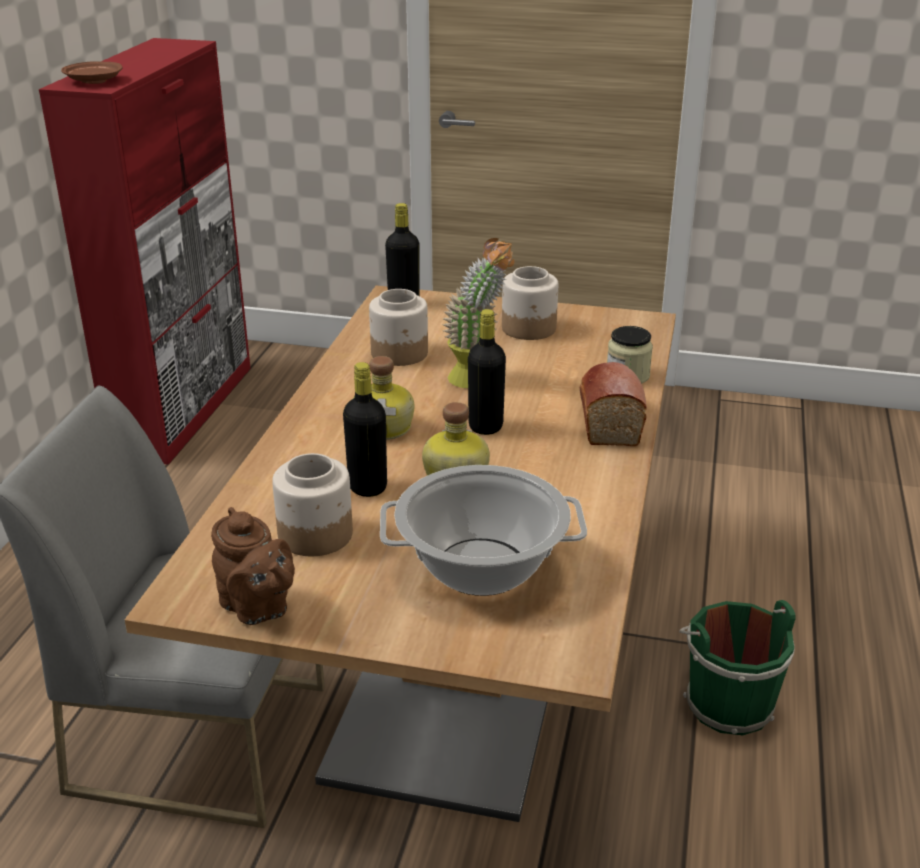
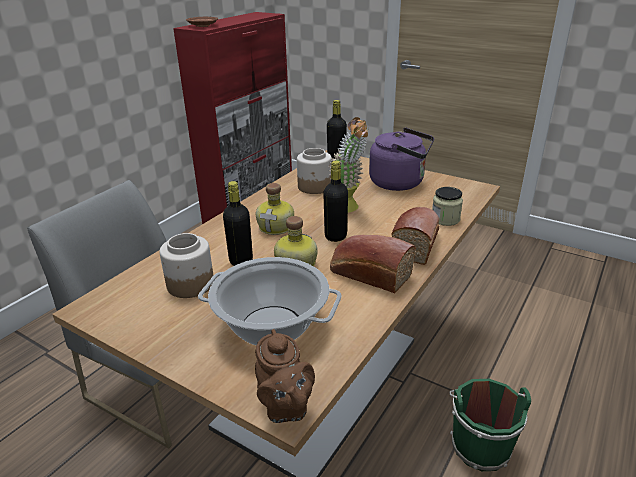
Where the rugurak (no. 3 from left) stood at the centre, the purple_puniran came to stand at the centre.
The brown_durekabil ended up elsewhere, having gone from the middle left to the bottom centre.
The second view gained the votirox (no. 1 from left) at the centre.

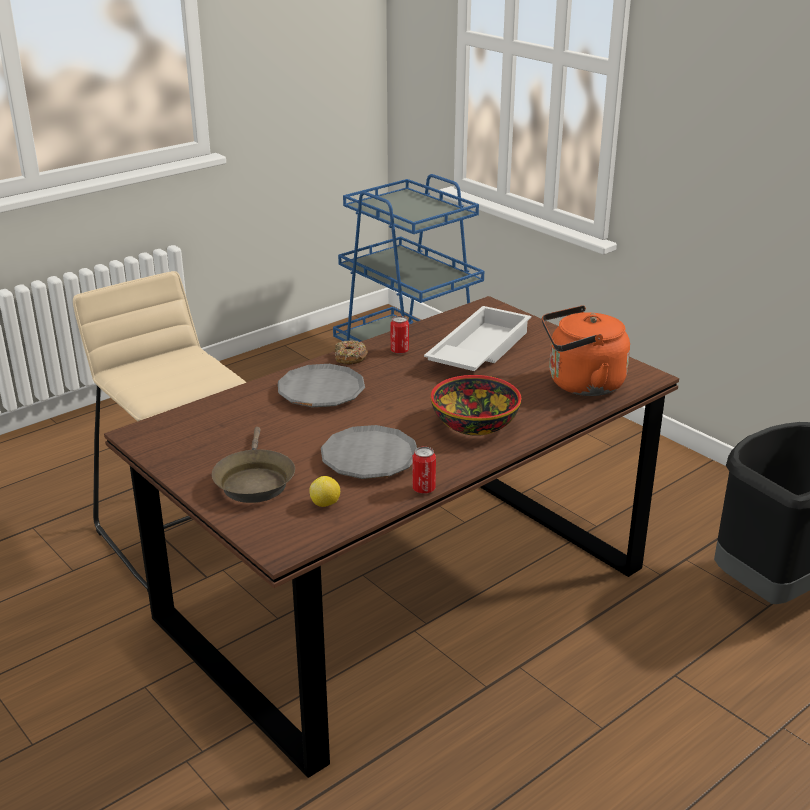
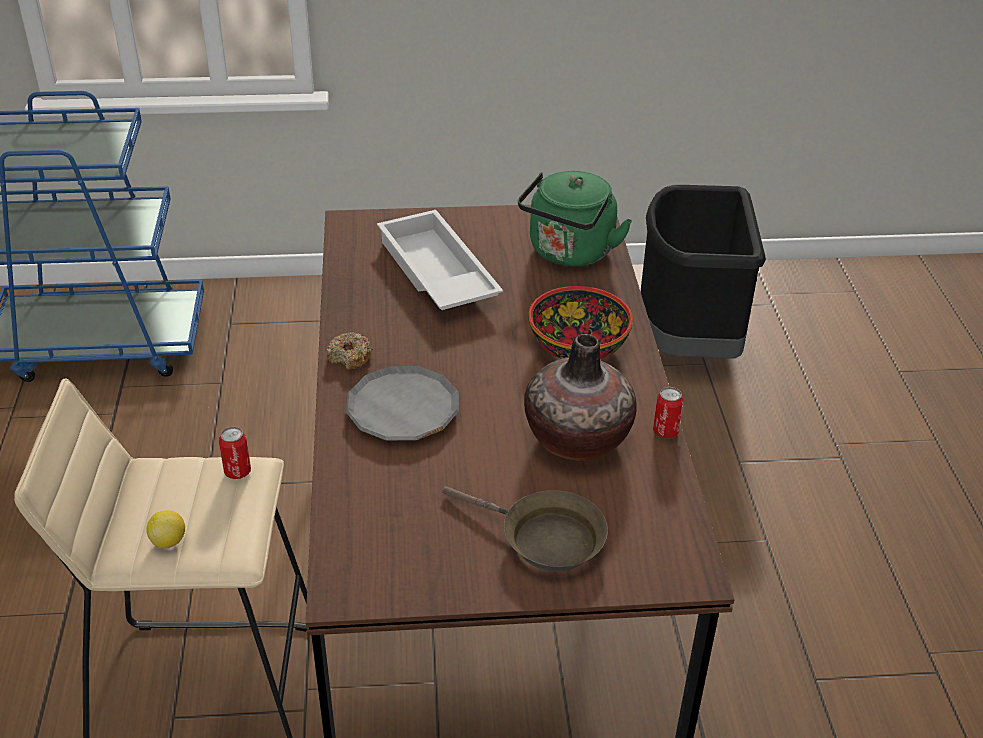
What was the orange_puniran at the middle right turned into the green_puniran at the top centre.
The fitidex (no. 1 from left) ended up elsewhere, having gone from the centre to the middle left.
Where the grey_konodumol (no. 2 from left) stood at the centre, the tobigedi came to stand at the centre.
The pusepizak ended up elsewhere, having gone from the centre to the bottom left.

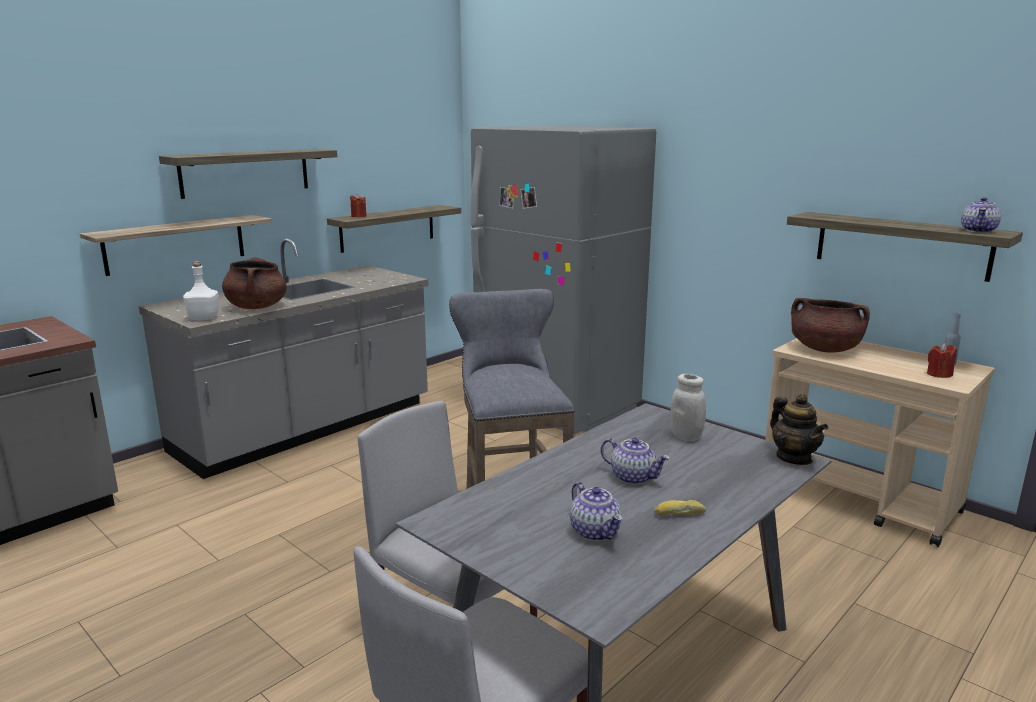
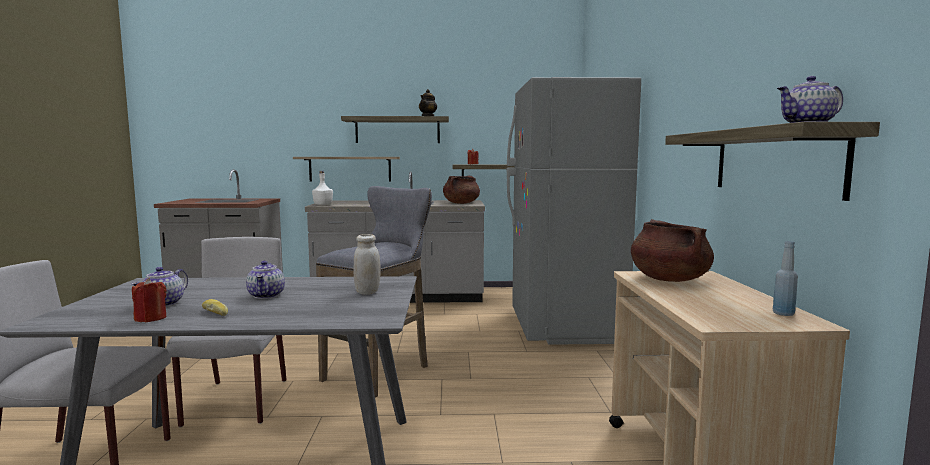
The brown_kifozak (no. 1 from left) ended up elsewhere, having gone from the middle left to the centre.
The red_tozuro (no. 2 from left in the first image) ended up elsewhere, having gone from the middle right to the middle left.
The durekabil (no. 3 from left) ended up elsewhere, having gone from the middle right to the top centre.

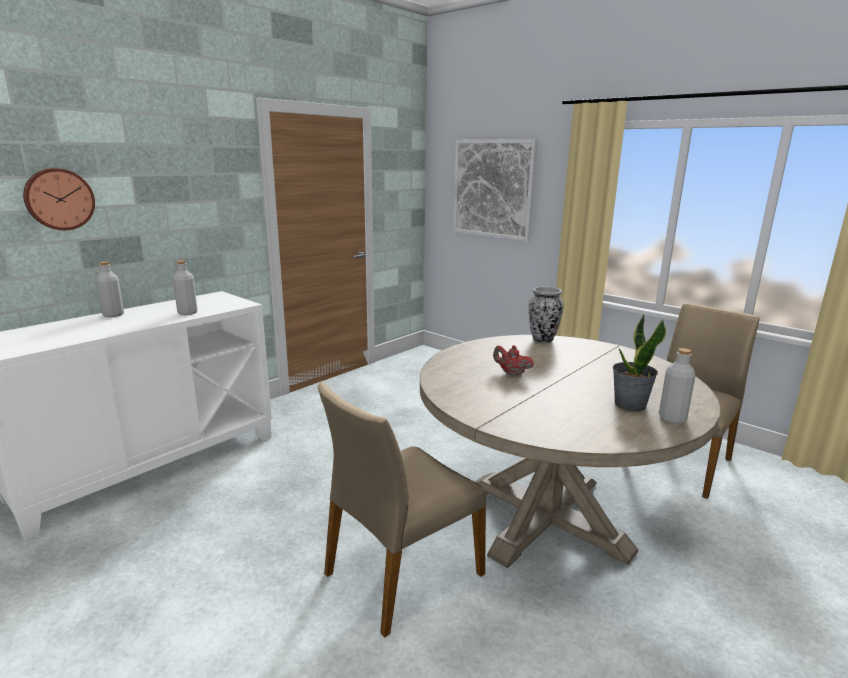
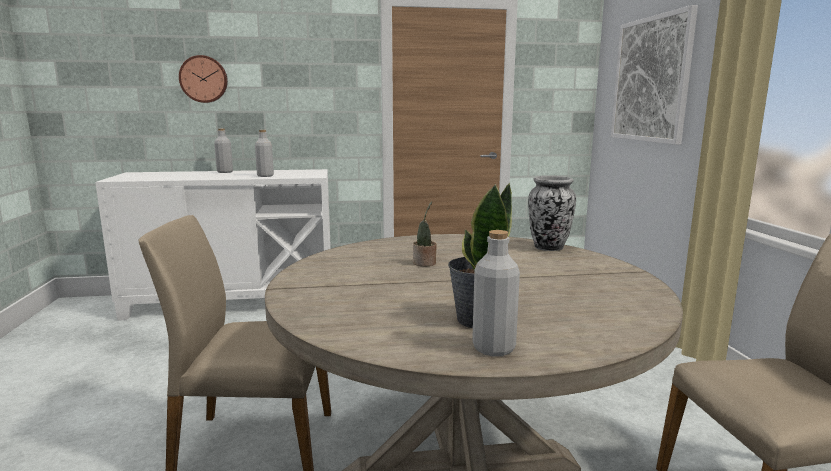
Where the red_durekabil stood at the centre, the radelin (no. 1 from left) came to stand at the centre.

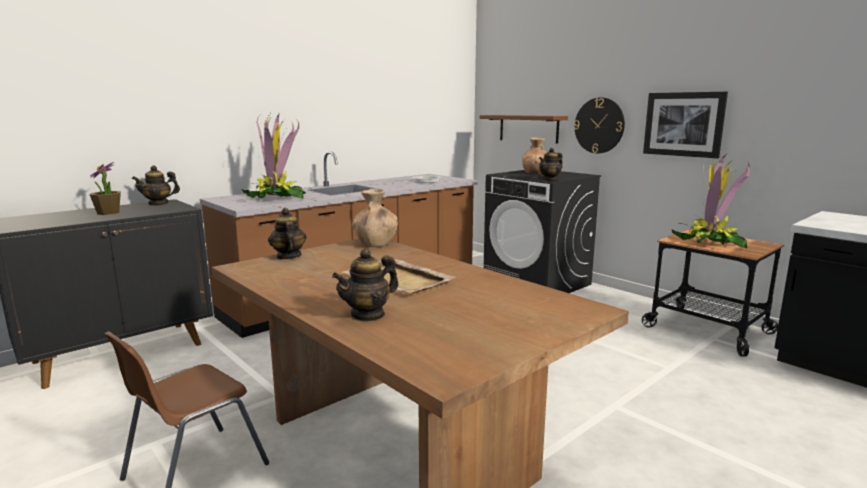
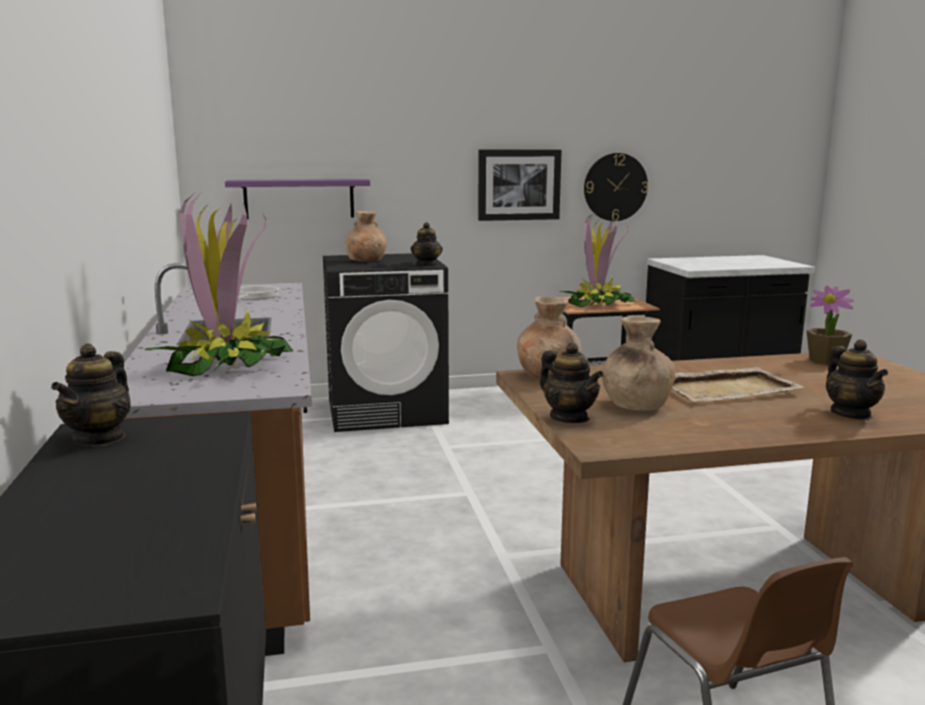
The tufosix ended up elsewhere, having gone from the top right to the top centre.
What was the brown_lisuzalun at the top centre turned into the purple_lisuzalun at the top left.
The radelin (no. 1 from left in the first image) ended up elsewhere, having gone from the middle left to the middle right.
The durekabil (no. 2 from left in the first image) at the middle left ended up facing another way, 135 degrees counterclockwise from before.
The second view gained the brown_tobigedi (no. 3 from left) at the middle right.

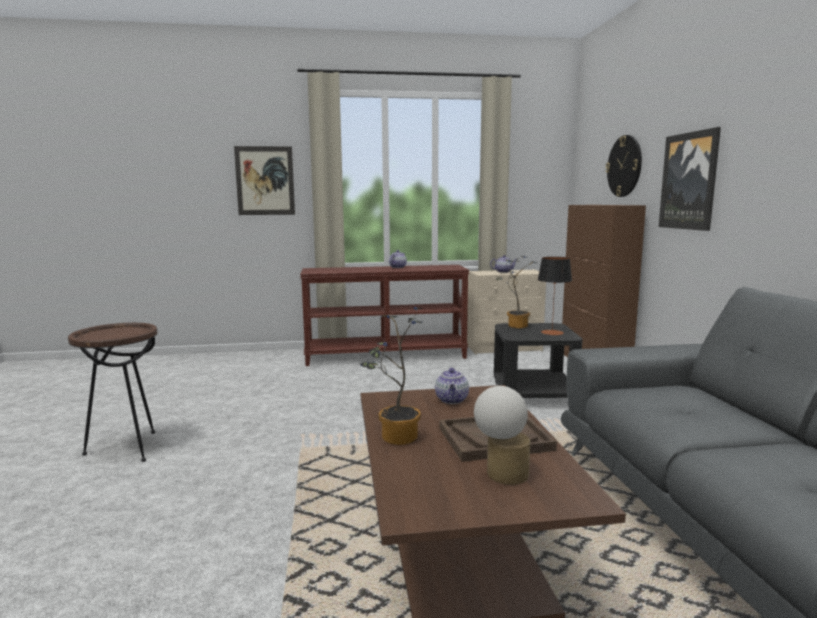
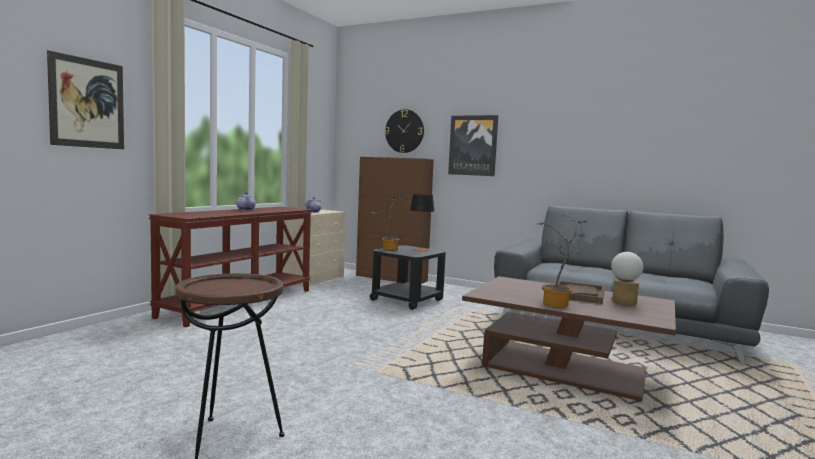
The second view lost the durekabil (no. 2 from left) at the centre.

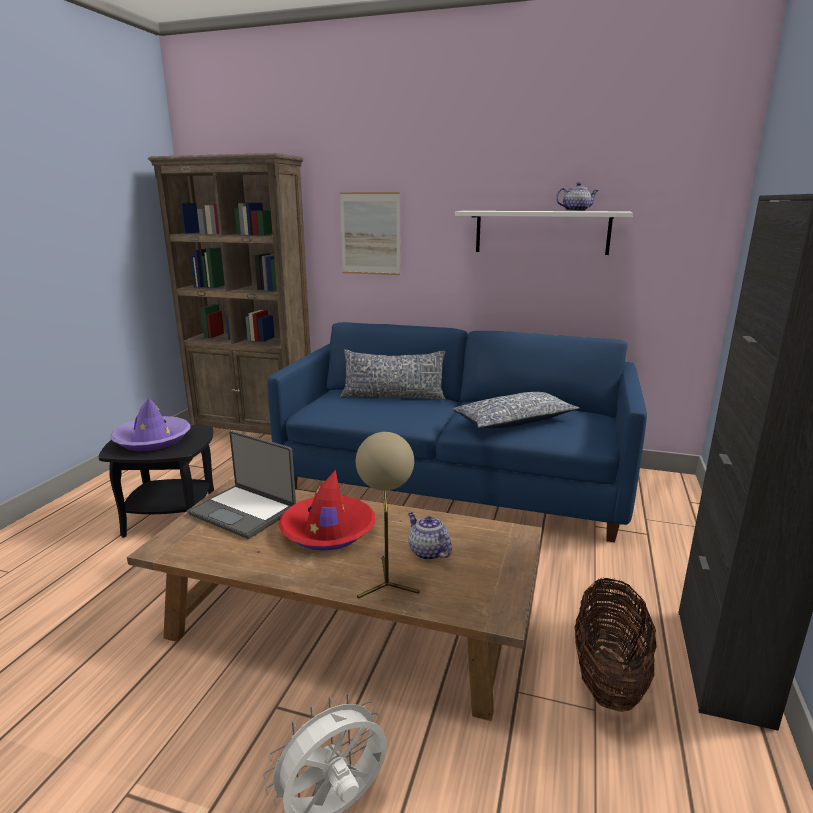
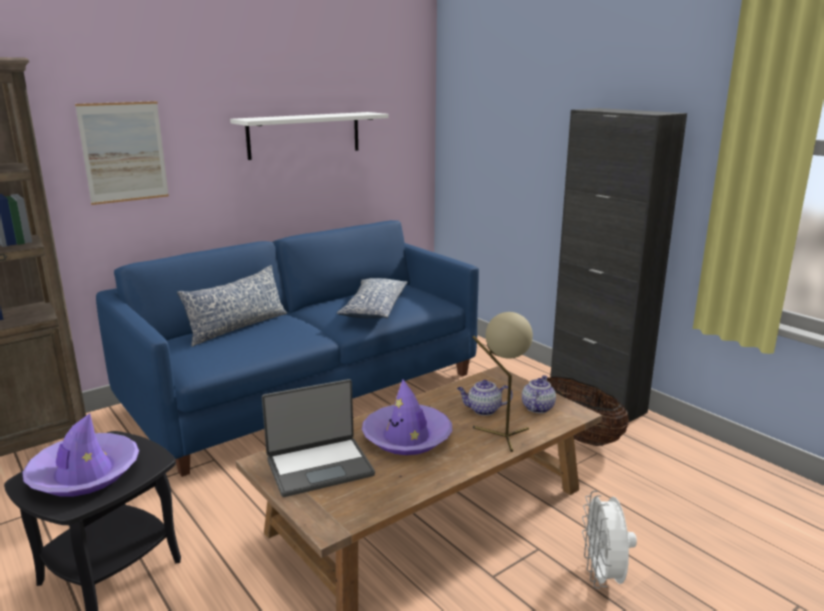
The durekabil (no. 2 from left) ended up elsewhere, having gone from the top right to the centre.
What was the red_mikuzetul at the centre turned into the purple_mikuzetul (no. 2 from left) at the bottom centre.

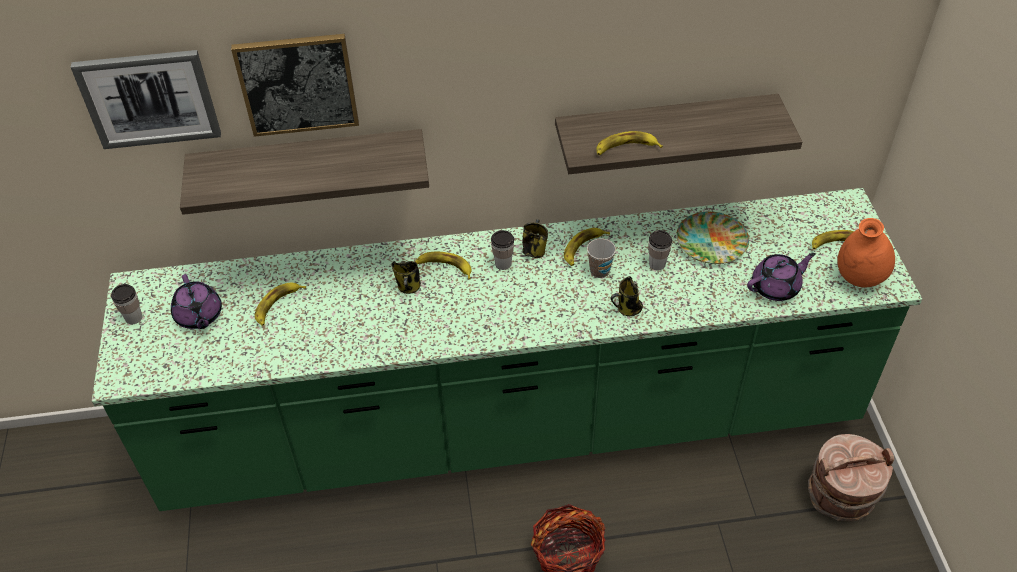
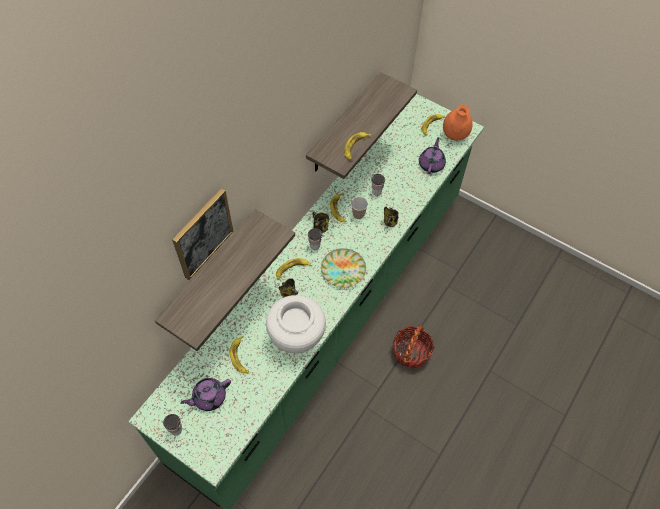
The second view lost the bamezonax (no. 1 from left) at the top left.
The konodumol ended up elsewhere, having gone from the middle right to the centre.
The purple_durekabil (no. 1 from left) at the middle left ended up facing another way, 135 degrees clockwise from before.
The second view lost the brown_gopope at the bottom right.
The second view gained the white_tobigedi at the centre.

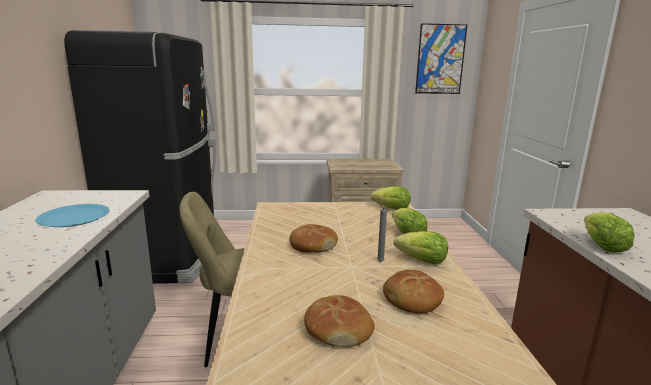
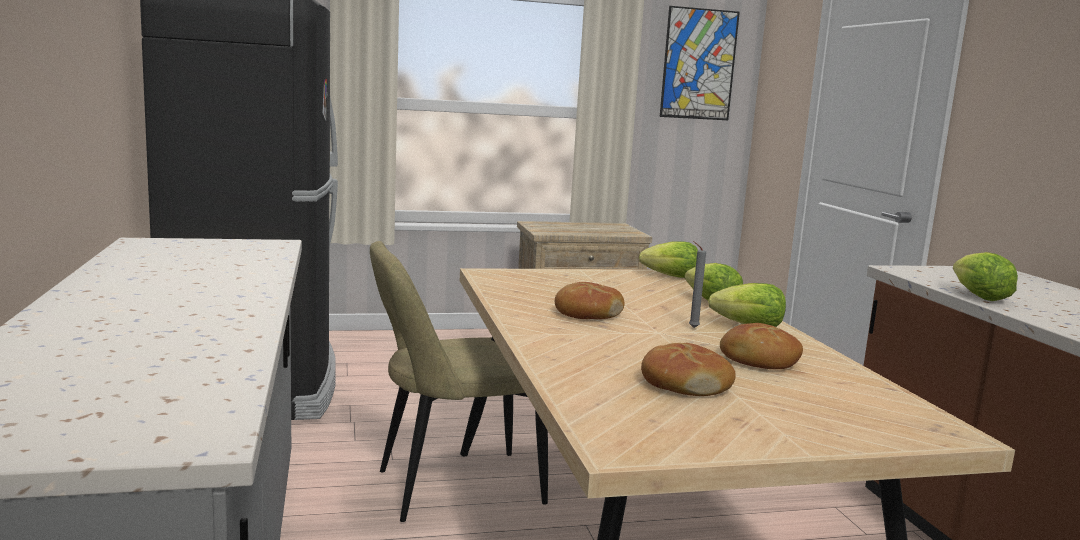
The second view lost the blue_konodumol at the middle left.

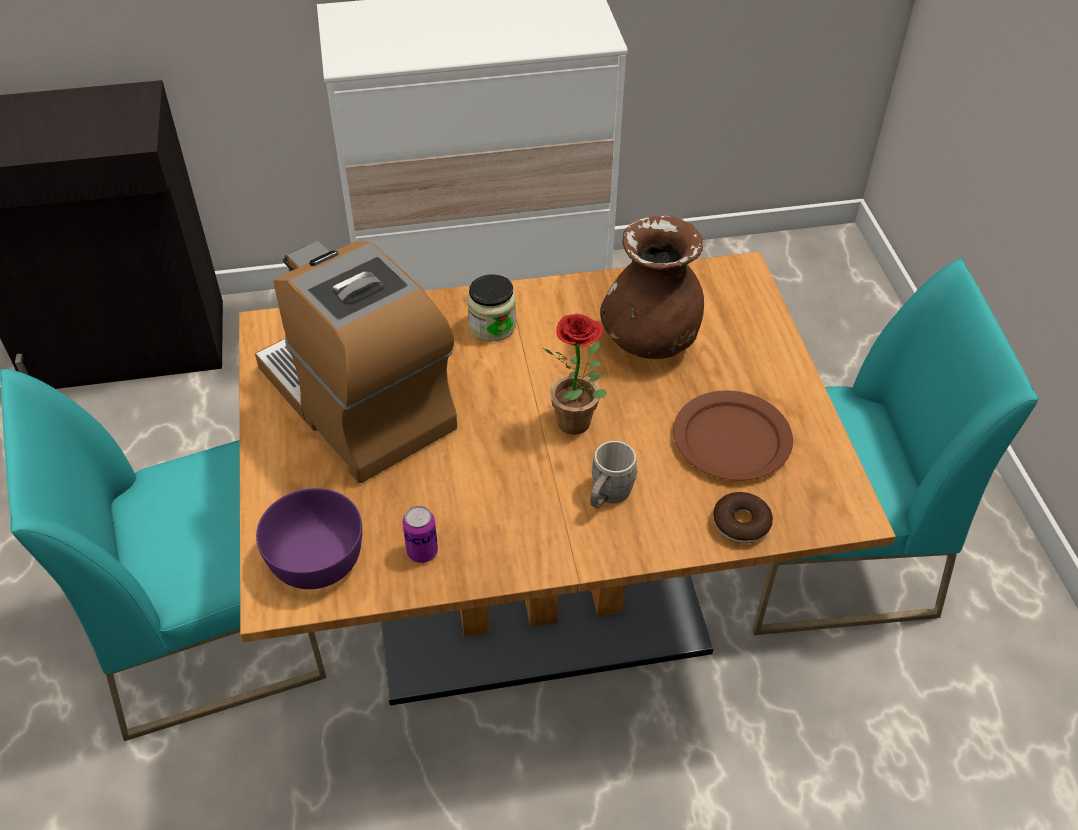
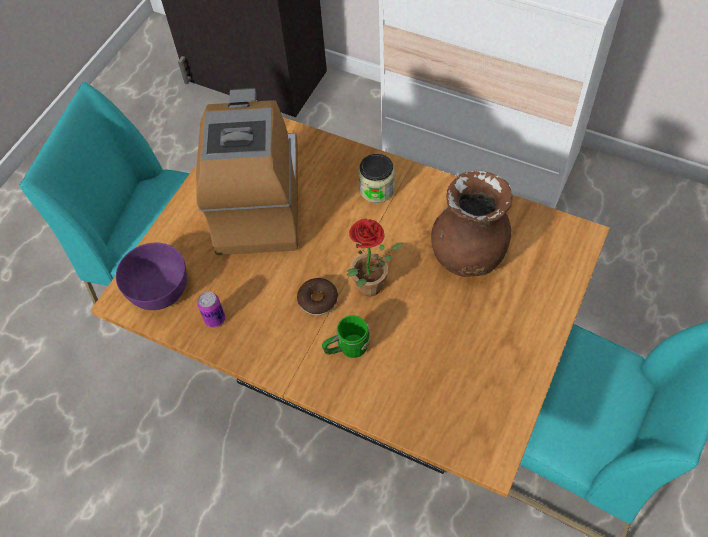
The second view lost the brown_konodumol at the middle right.
What was the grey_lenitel at the centre turned into the green_lenitel at the centre.
The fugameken ended up elsewhere, having gone from the middle right to the centre.

